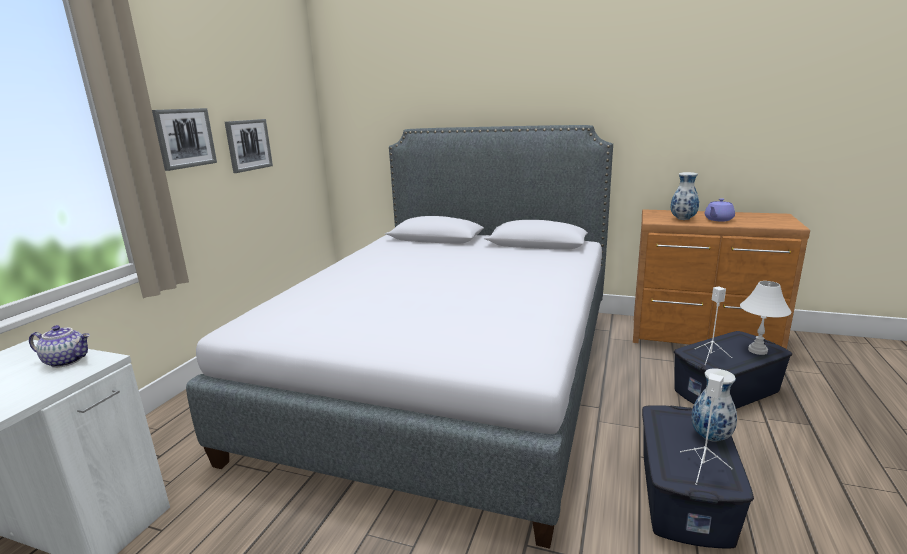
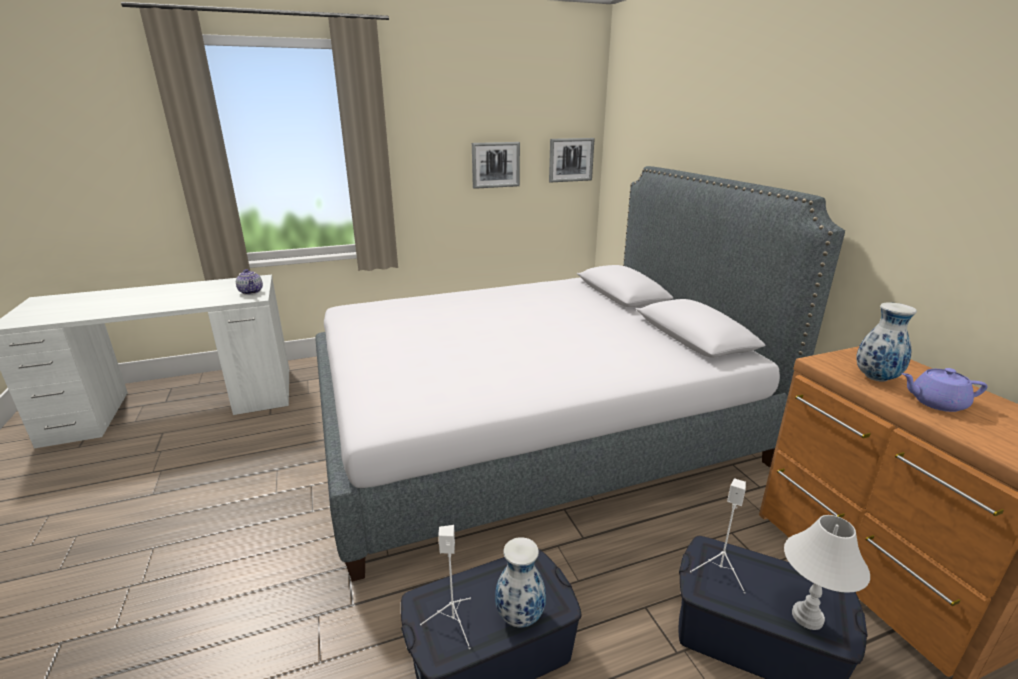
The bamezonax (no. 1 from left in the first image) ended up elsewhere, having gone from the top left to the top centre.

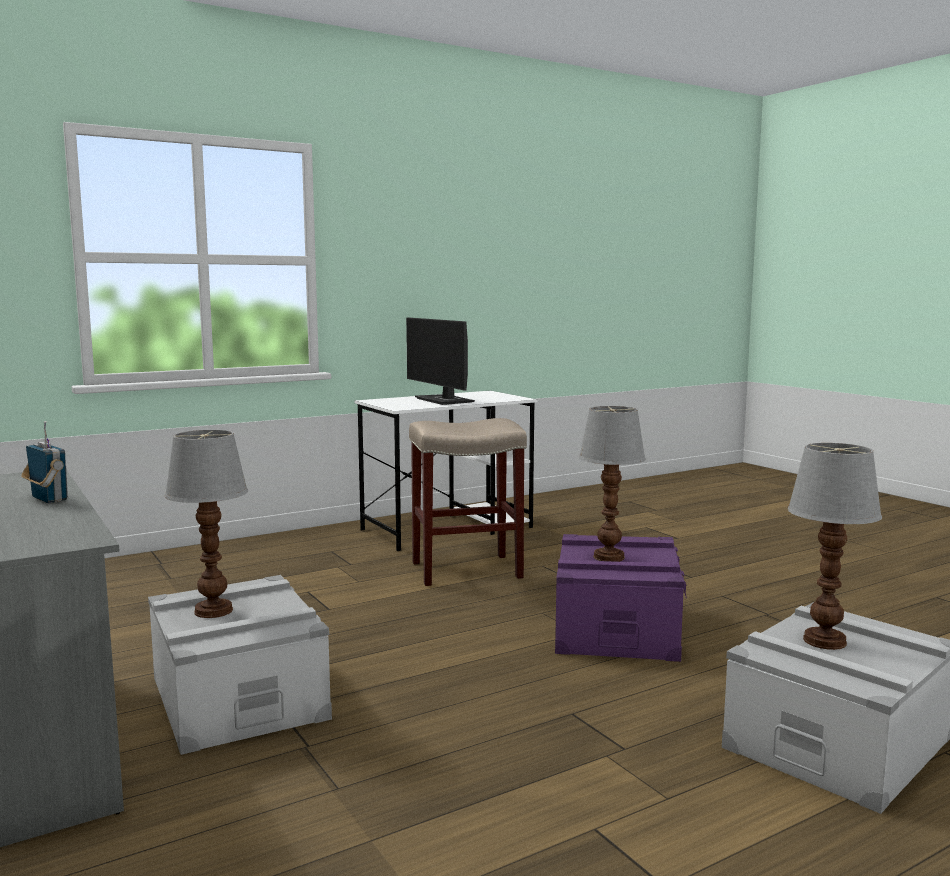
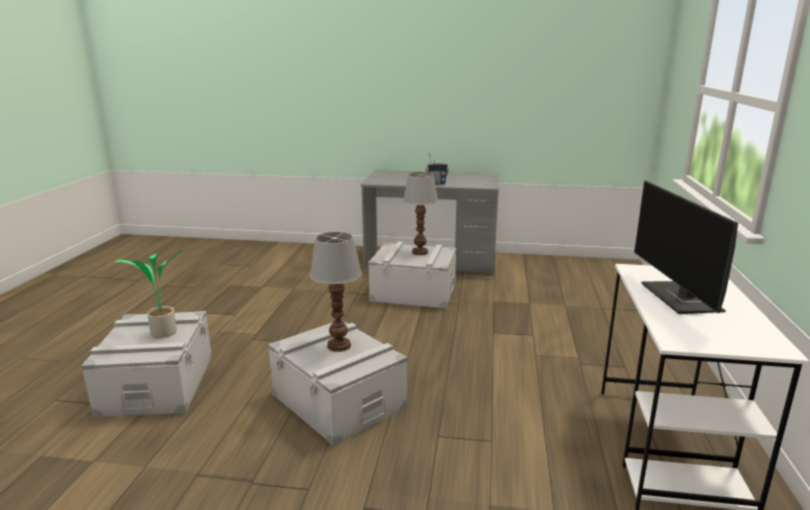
The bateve at the centre ended up facing another way, 105 degrees counterclockwise from before.
The second view lost the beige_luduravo at the centre.
Where the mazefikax (no. 3 from left) stood at the middle right, the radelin came to stand at the middle left.
What was the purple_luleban at the bottom centre turned into the grey_luleban (no. 2 from left) at the bottom centre.

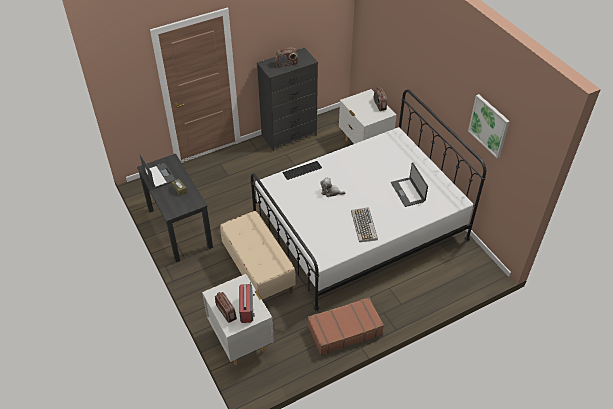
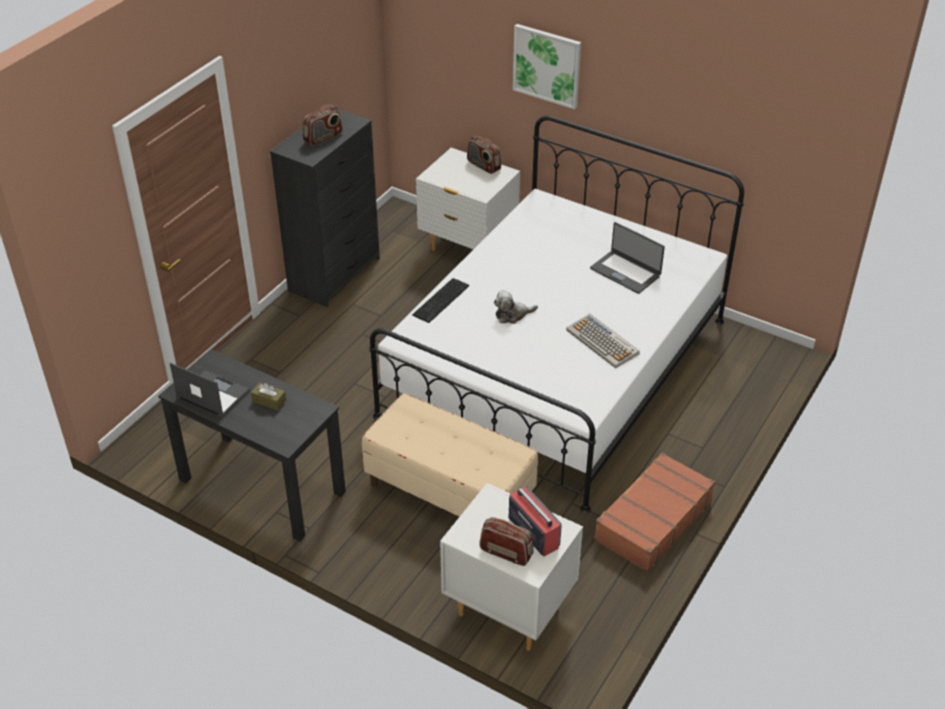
The bamezonax ended up elsewhere, having gone from the top right to the top centre.

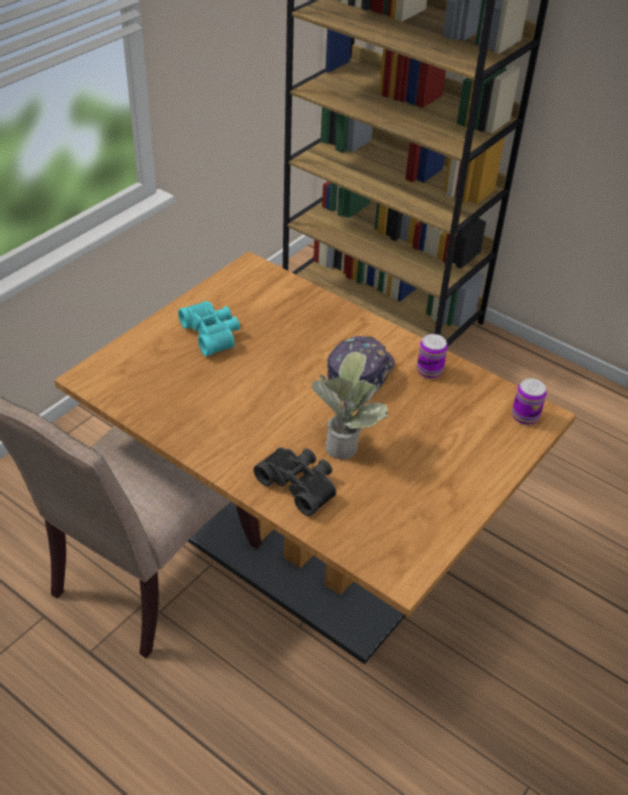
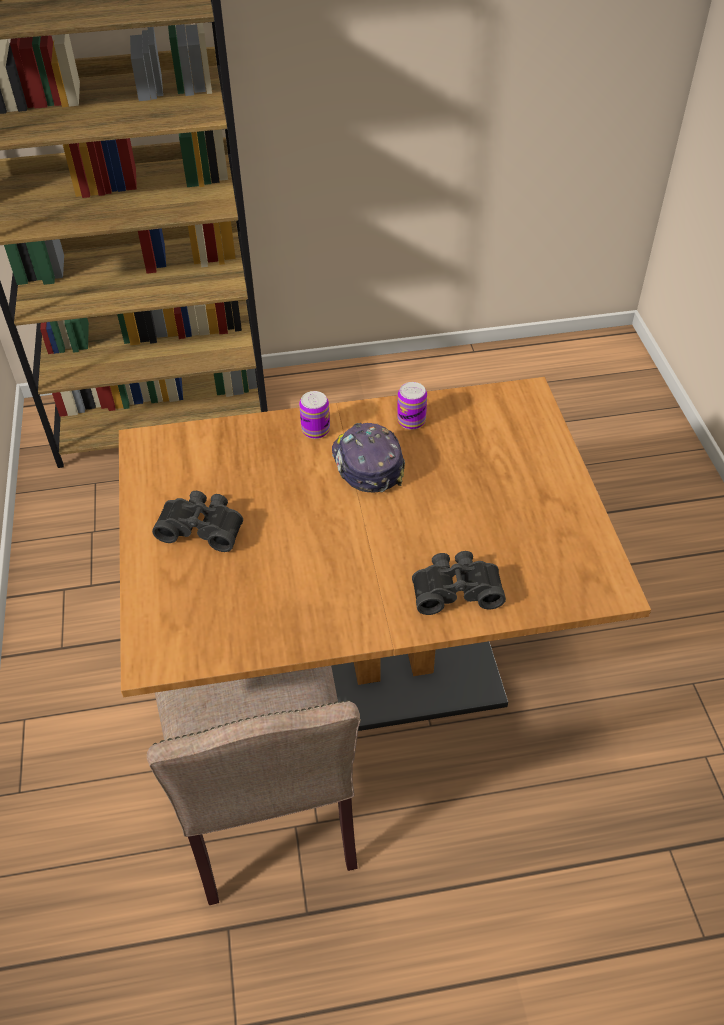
What was the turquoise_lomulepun at the middle left turned into the black_lomulepun (no. 1 from left) at the middle left.
The second view lost the radelin at the centre.
The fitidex (no. 2 from left in the first image) ended up elsewhere, having gone from the middle right to the centre.

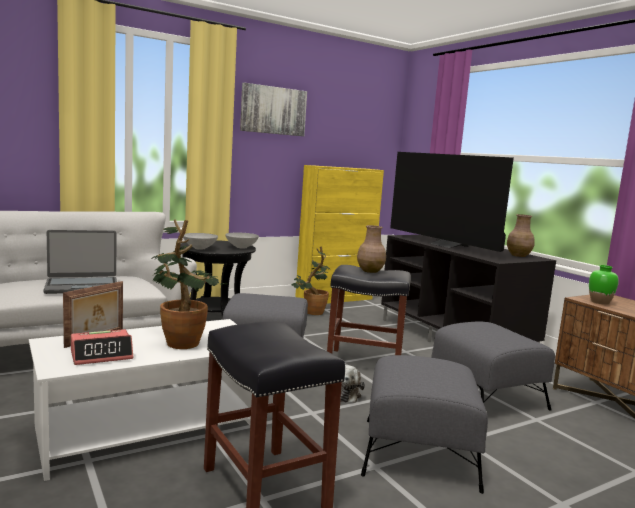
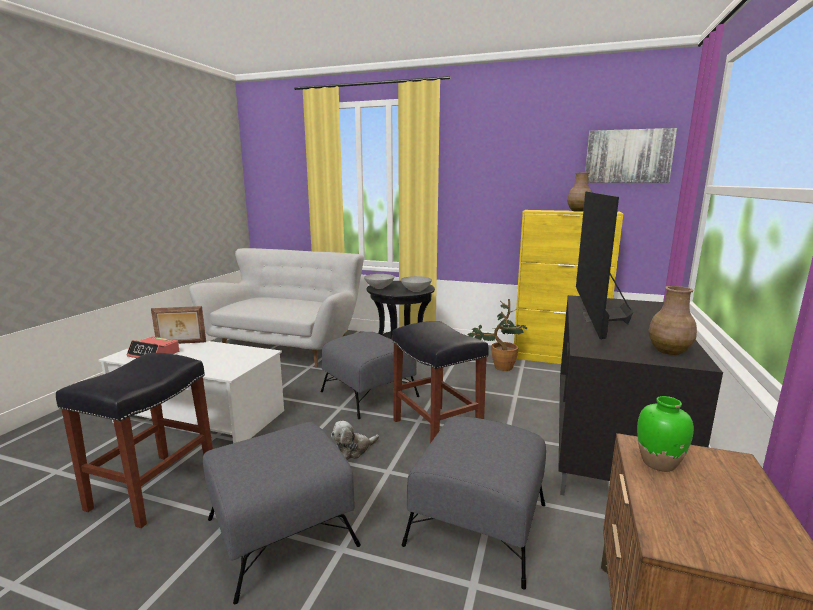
The bamezonax ended up elsewhere, having gone from the top centre to the top right.
The second view lost the radelin (no. 1 from left) at the middle left.
The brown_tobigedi (no. 1 from left) ended up elsewhere, having gone from the centre to the top right.
The second view lost the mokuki at the middle left.

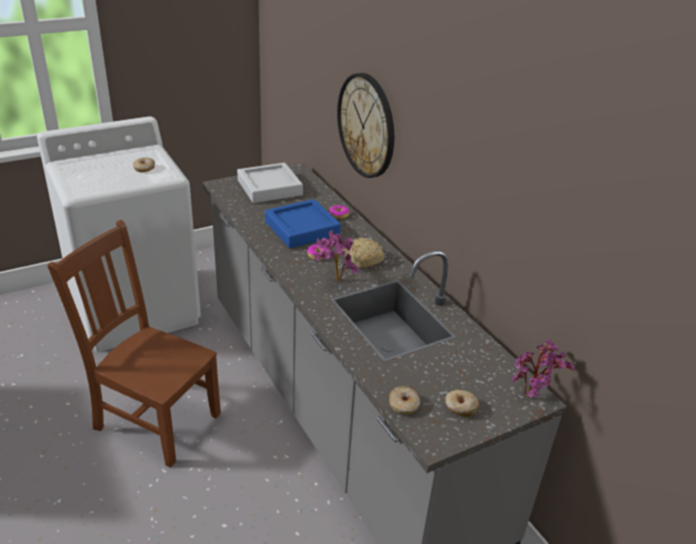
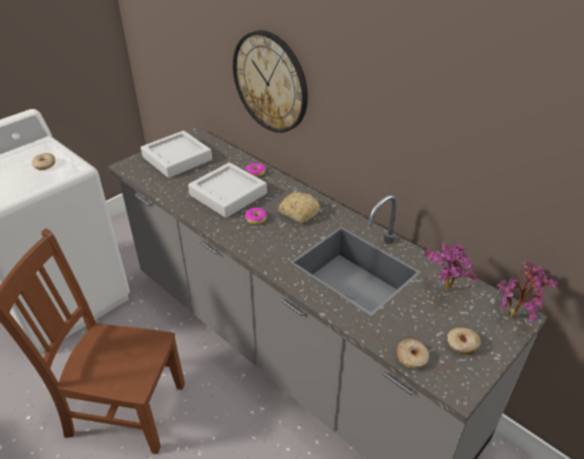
What was the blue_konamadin at the centre turned into the grey_konamadin (no. 2 from left) at the centre.
The radelin (no. 1 from left) ended up elsewhere, having gone from the centre to the middle right.

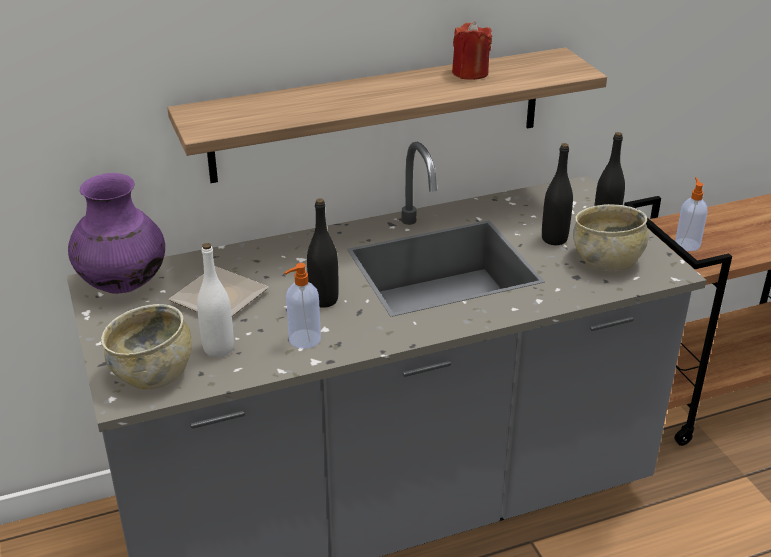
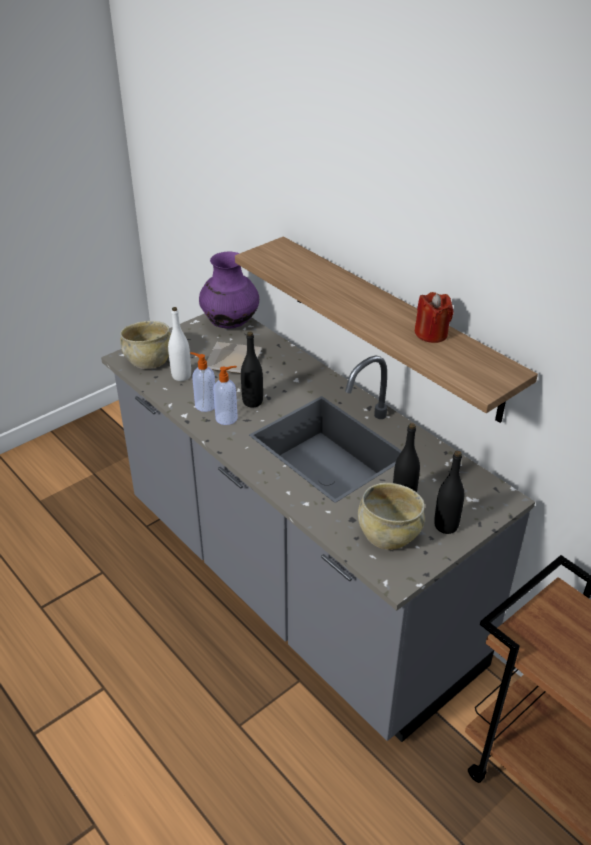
The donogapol (no. 2 from left) ended up elsewhere, having gone from the middle right to the centre.

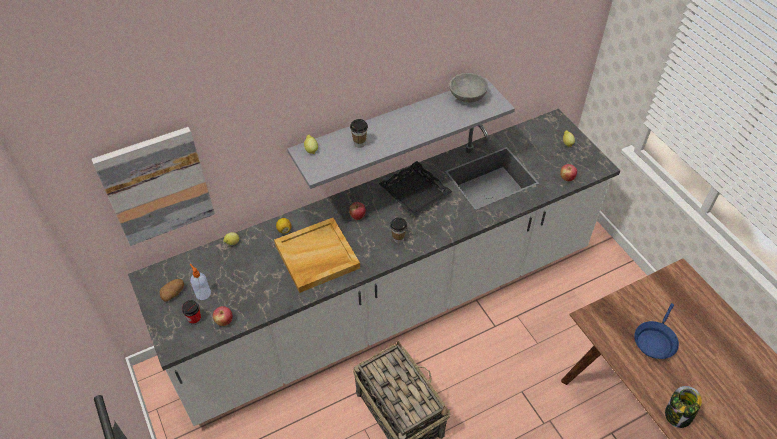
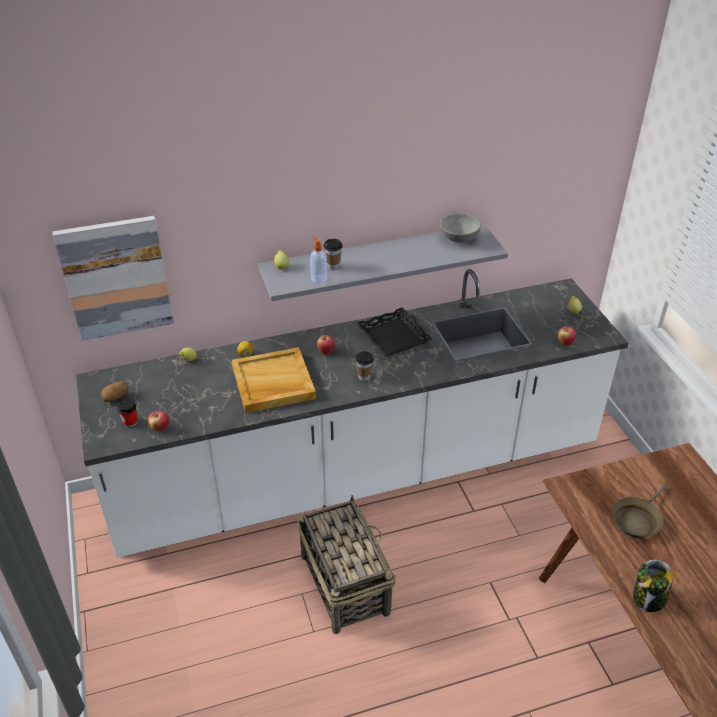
The donogapol ended up elsewhere, having gone from the middle left to the centre.
What was the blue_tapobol at the bottom right turned into the brown_tapobol at the bottom right.

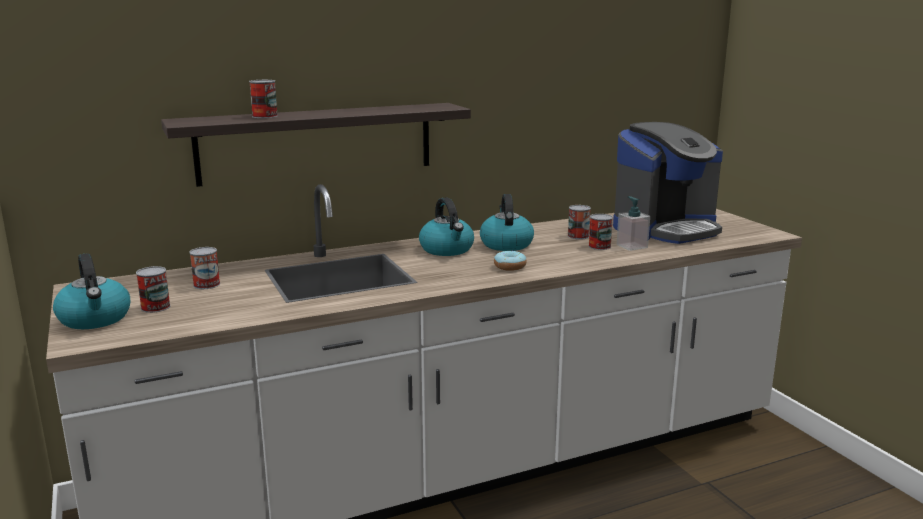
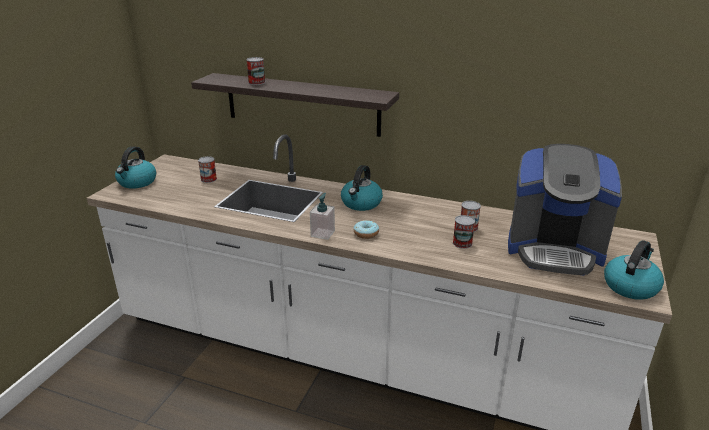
The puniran (no. 3 from left) ended up elsewhere, having gone from the centre to the middle right.
The donogapol ended up elsewhere, having gone from the middle right to the centre.
The second view lost the fitidex (no. 1 from left) at the middle left.

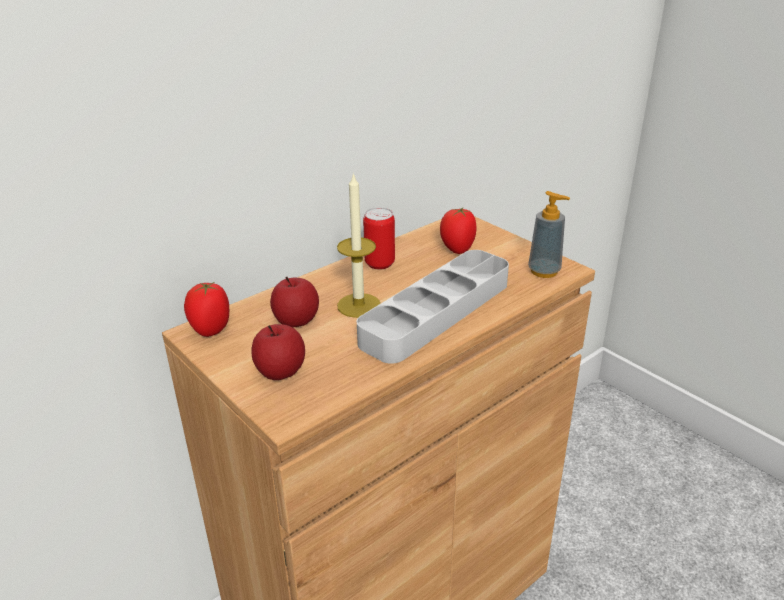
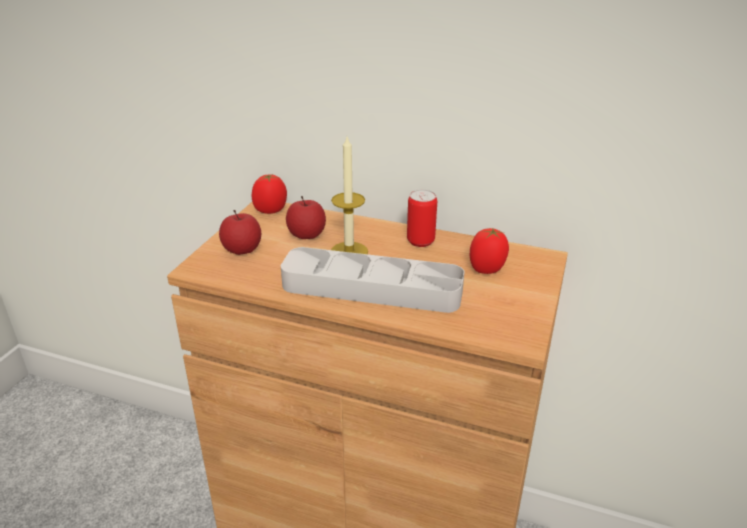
The second view lost the donogapol at the middle right.

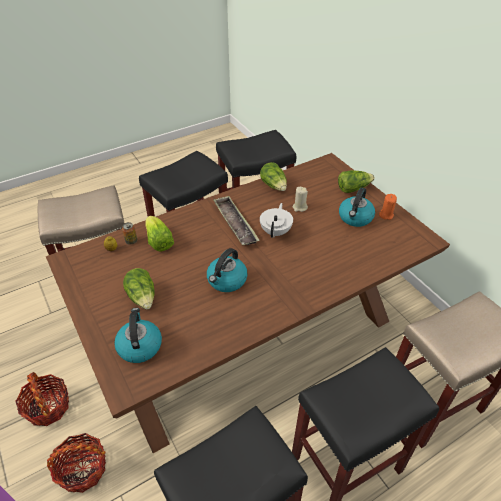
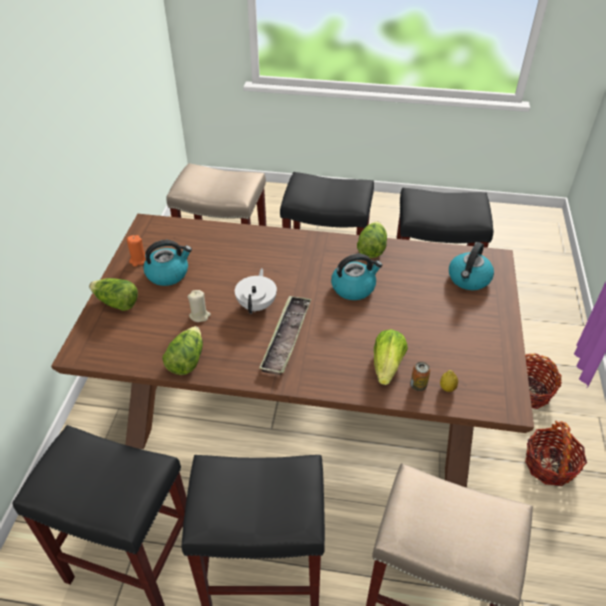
The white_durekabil at the centre ended up facing another way, 135 degrees clockwise from before.
The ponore (no. 1 from left in the first image) ended up elsewhere, having gone from the middle left to the centre.

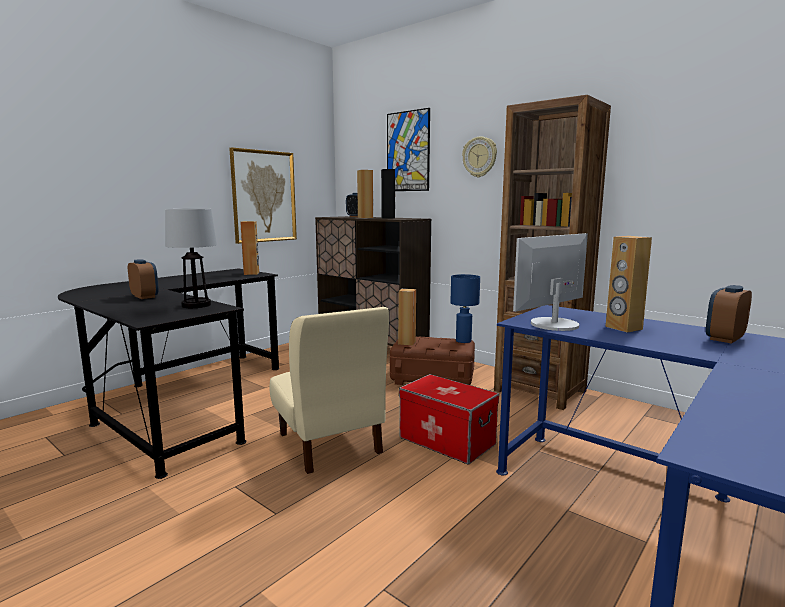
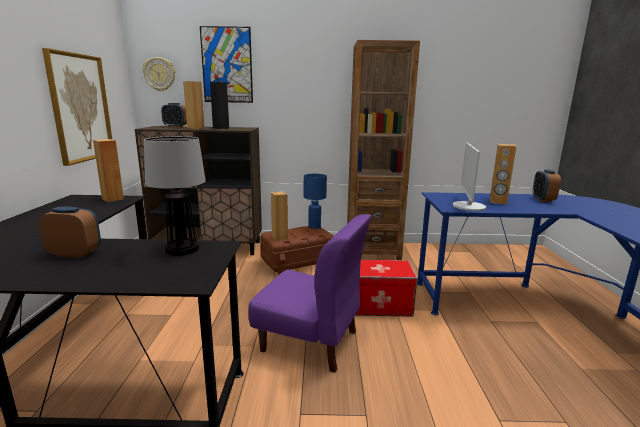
The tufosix ended up elsewhere, having gone from the top centre to the top left.
What was the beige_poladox at the centre turned into the purple_poladox at the bottom centre.

